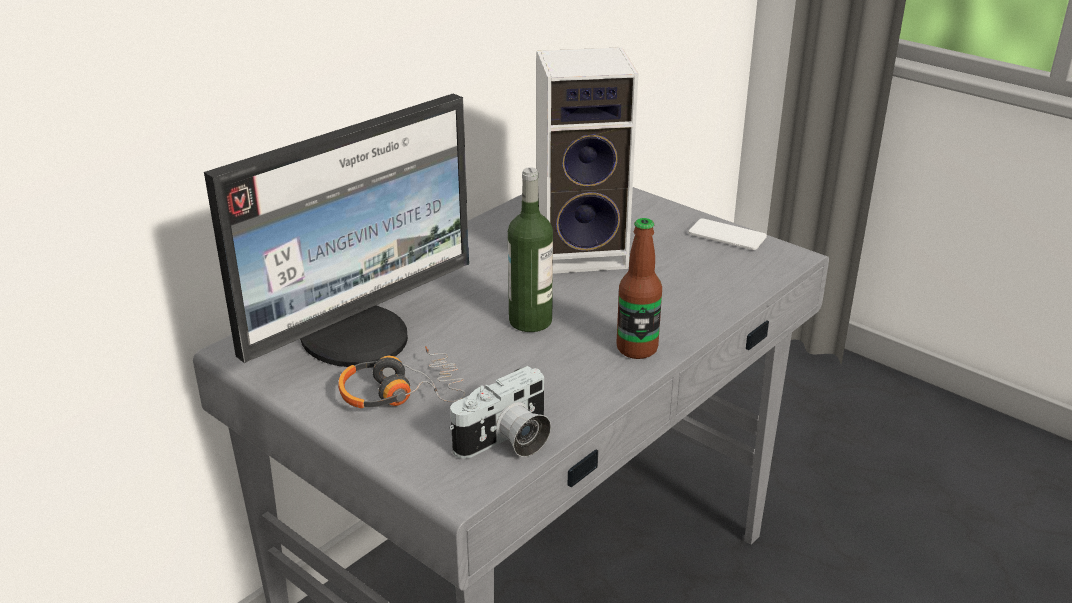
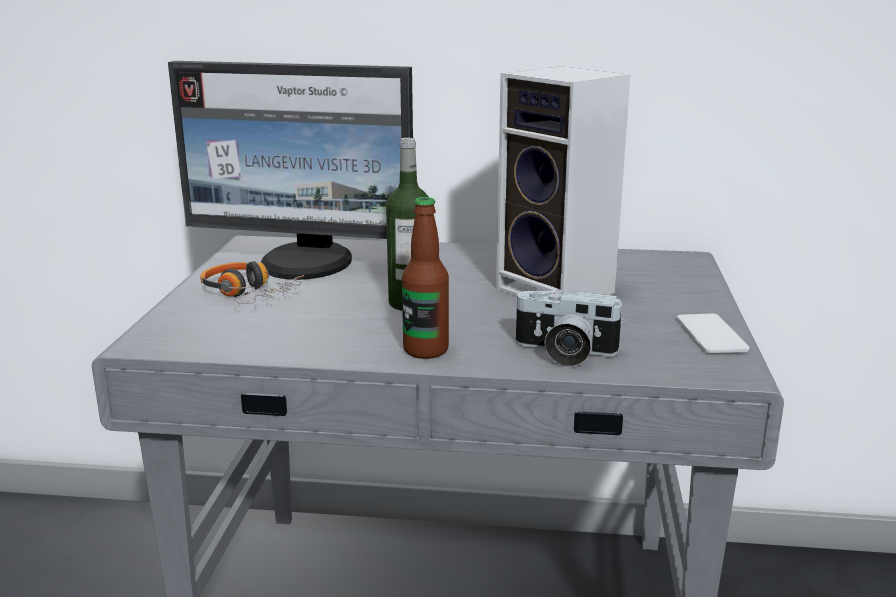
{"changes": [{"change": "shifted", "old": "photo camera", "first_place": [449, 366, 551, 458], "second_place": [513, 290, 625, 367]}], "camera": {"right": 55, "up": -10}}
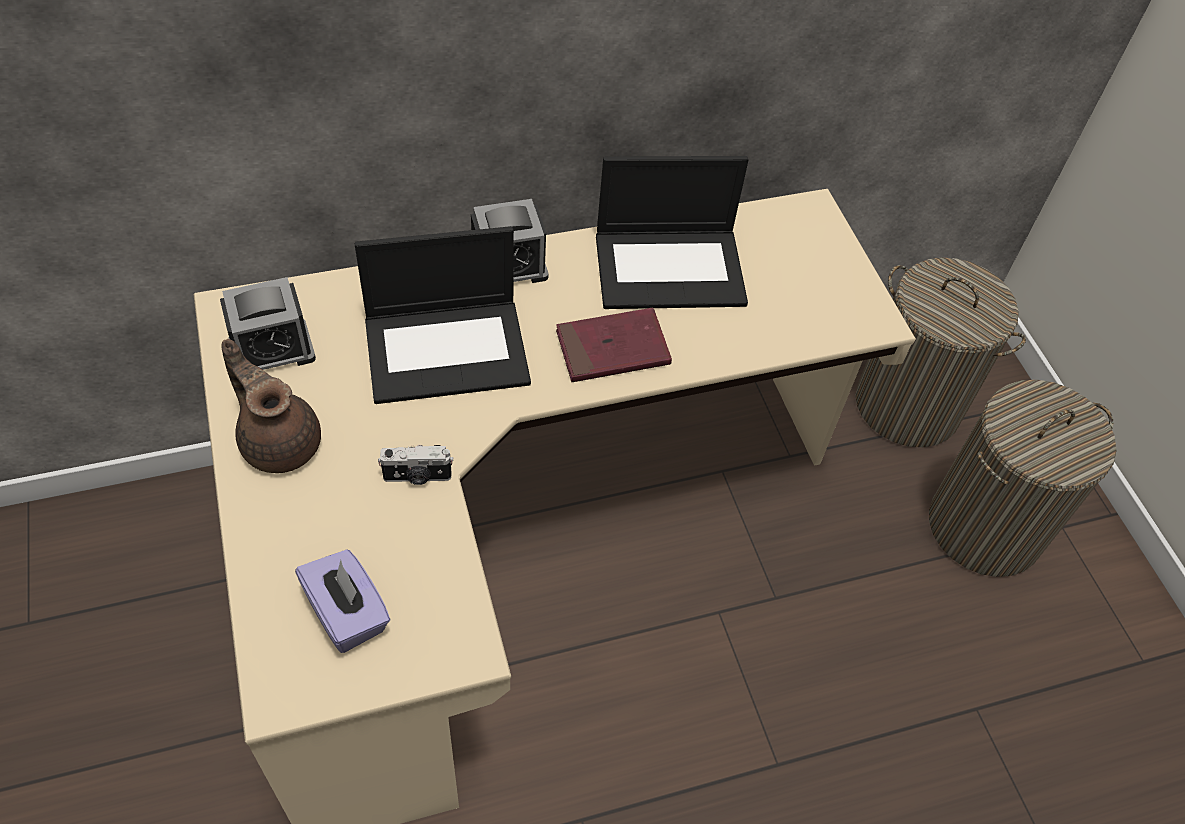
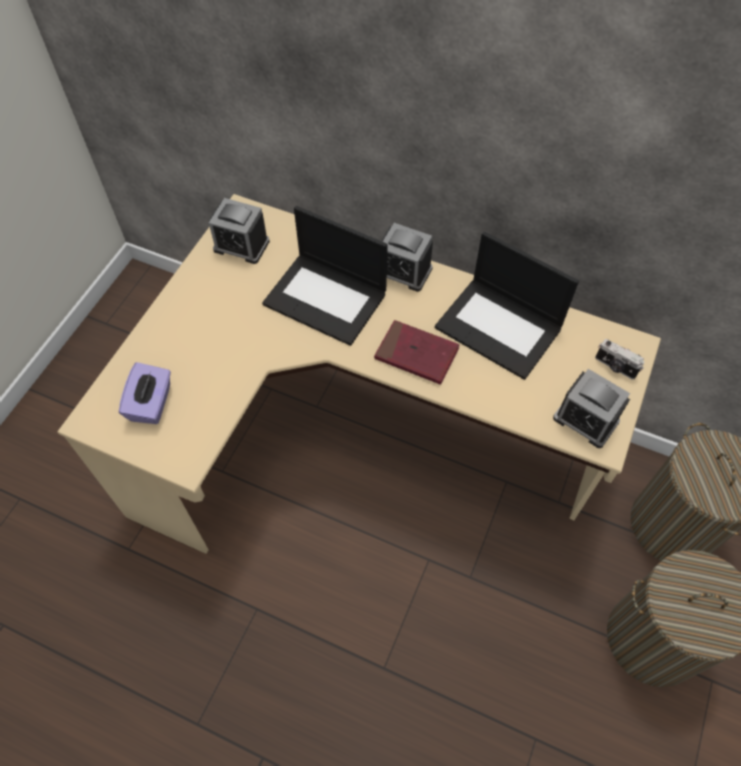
{"changes": [{"change": "new", "new": "table clock", "second_place": [553, 369, 630, 448]}, {"change": "shifted", "old": "photo camera", "first_place": [378, 445, 453, 485], "second_place": [595, 339, 644, 379]}, {"change": "gone", "old": "pot for tea/brown-coloured", "first_place": [221, 339, 321, 473]}], "camera": {"right": 45, "up": 5}}
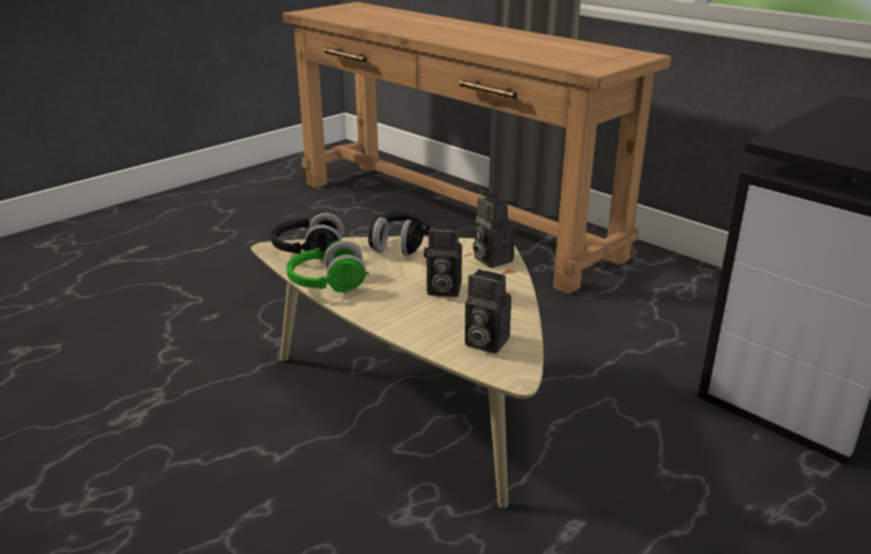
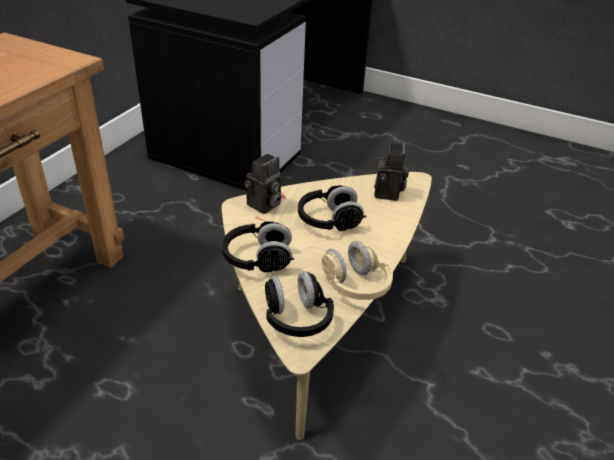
{"changes": [{"change": "swapped", "old": "photo camera", "new": "pair of headphones/black", "first_place": [424, 225, 462, 297], "second_place": [298, 185, 367, 231]}, {"change": "repainted", "old": "pair of headphones/greenish", "new": "pair of headphones/beige", "first_place": [286, 240, 369, 292], "second_place": [322, 241, 393, 300]}], "camera": {"right": -110, "up": 10}}
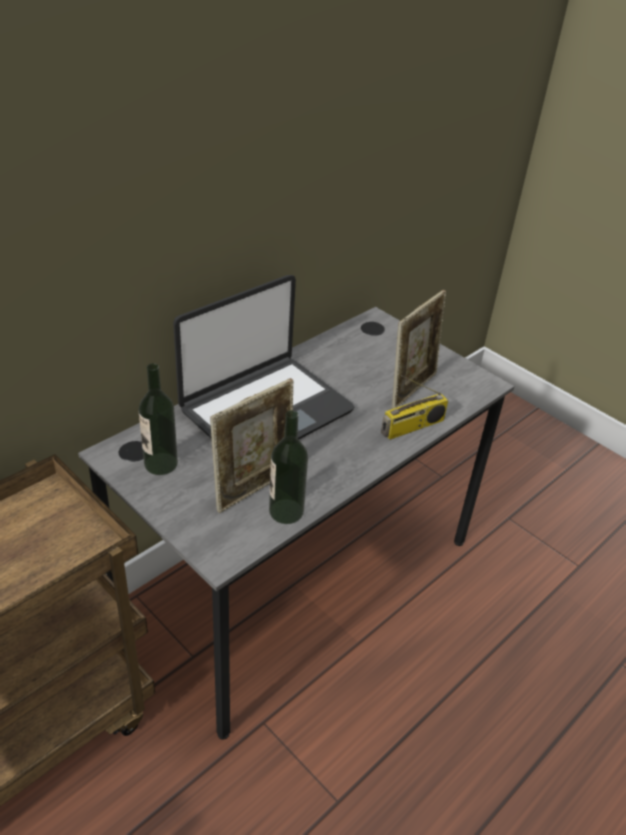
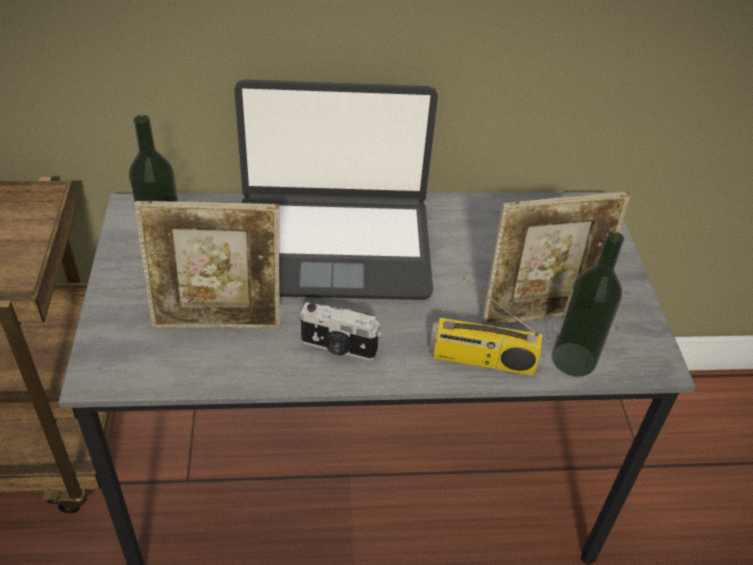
{"changes": [{"change": "new", "new": "photo camera", "second_place": [299, 302, 381, 361]}, {"change": "shifted", "old": "beverage bottle", "first_place": [269, 410, 308, 524], "second_place": [552, 231, 624, 377]}], "camera": {"right": 40, "up": 5}}
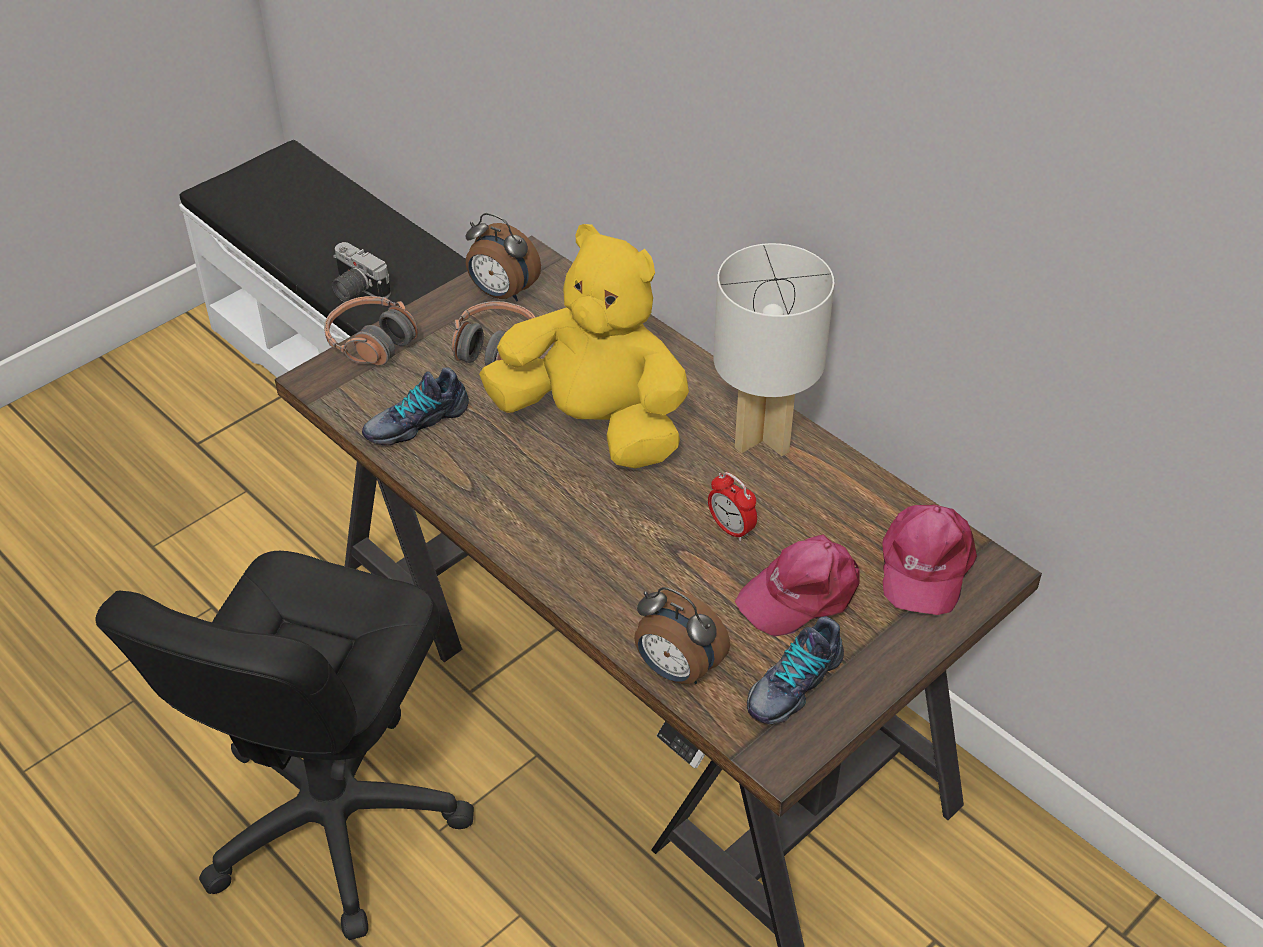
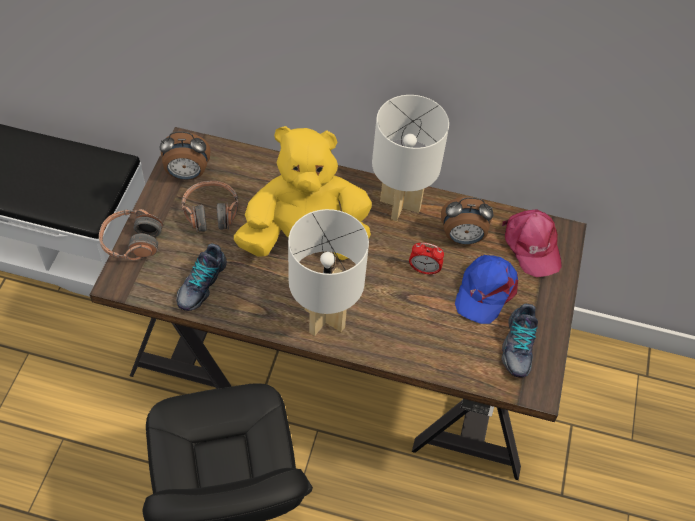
{"changes": [{"change": "new", "new": "table lamp/whitish", "second_place": [288, 209, 369, 336]}, {"change": "shifted", "old": "table clock", "first_place": [634, 587, 730, 684], "second_place": [441, 197, 494, 244]}, {"change": "repainted", "old": "baseball cap/pink", "new": "baseball cap/bluish", "first_place": [735, 535, 860, 637], "second_place": [455, 255, 518, 324]}, {"change": "gone", "old": "photo camera", "first_place": [332, 242, 391, 302]}], "camera": {"right": -35, "up": 10}}
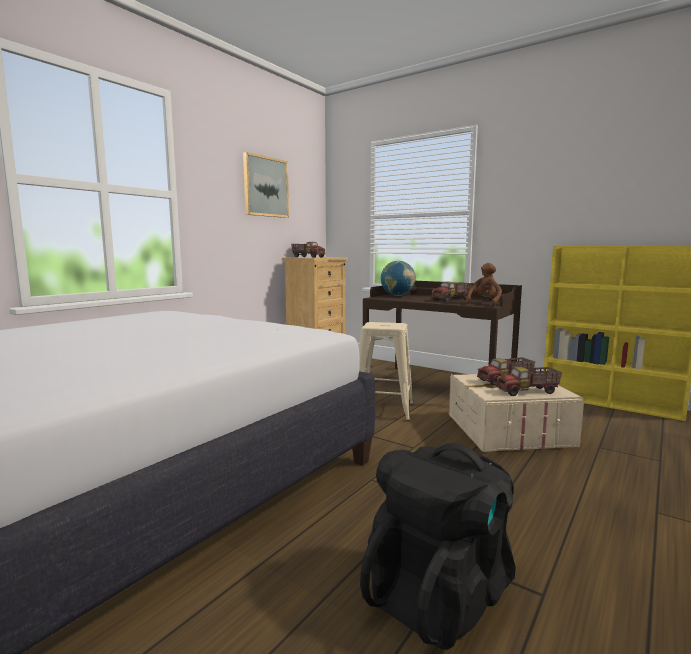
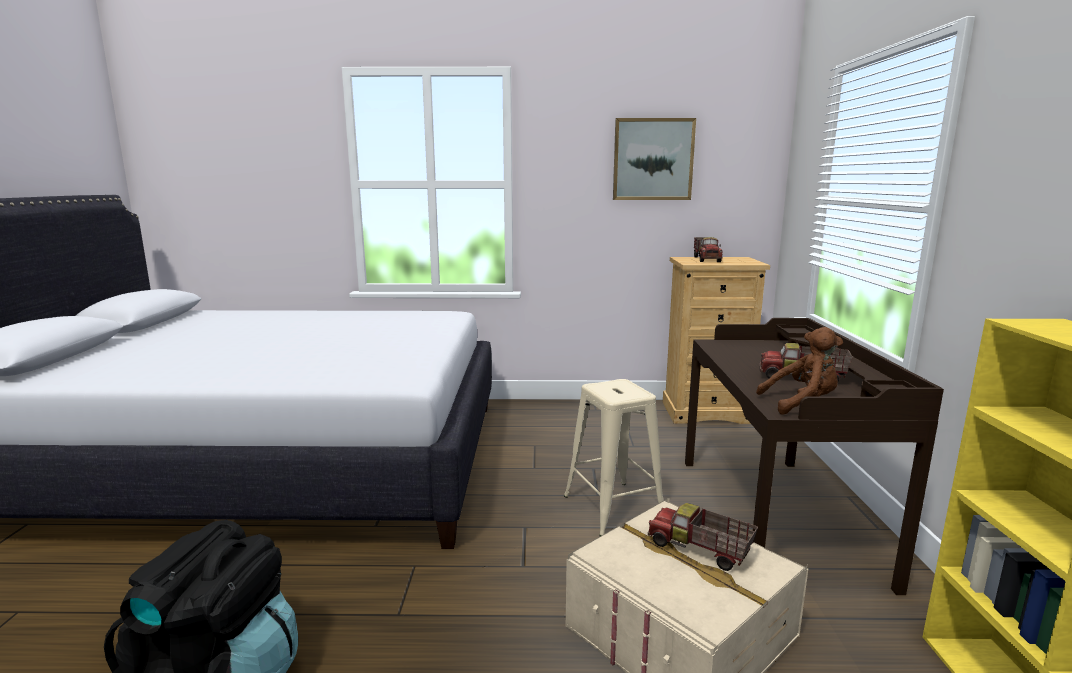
{"changes": [{"change": "gone", "old": "world globe", "first_place": [381, 261, 416, 296]}, {"change": "gone", "old": "toy truck", "first_place": [496, 367, 562, 396]}], "camera": {"right": 55, "up": 5}}
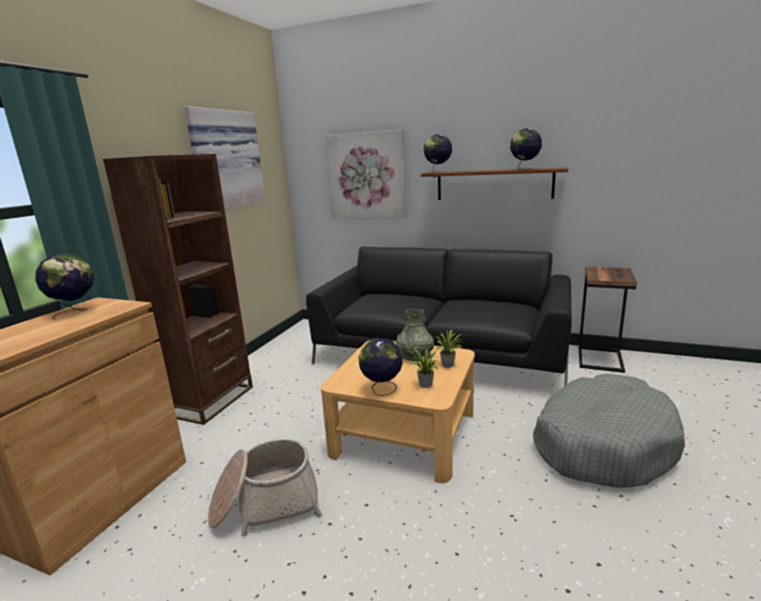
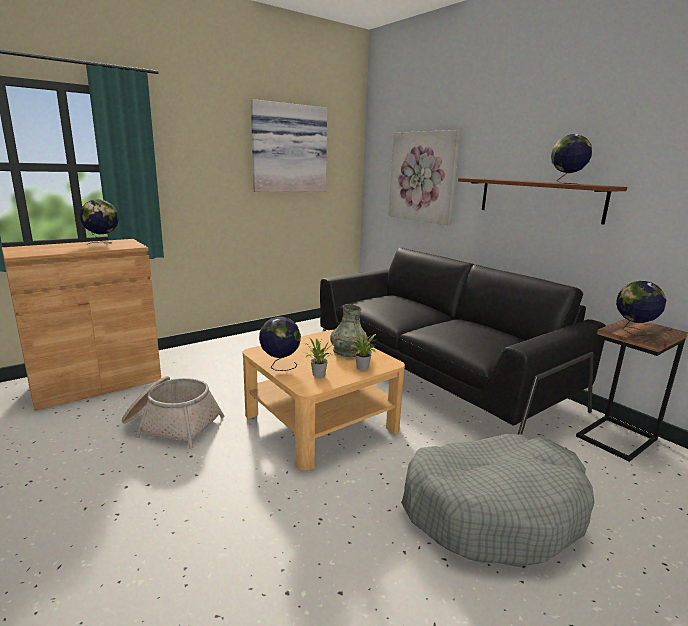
{"changes": [{"change": "shifted", "old": "world globe", "first_place": [424, 134, 452, 173], "second_place": [616, 281, 666, 336]}, {"change": "gone", "old": "bookshelf/brown-coloured", "first_place": [103, 154, 253, 425]}], "camera": {"right": 30, "up": 0}}
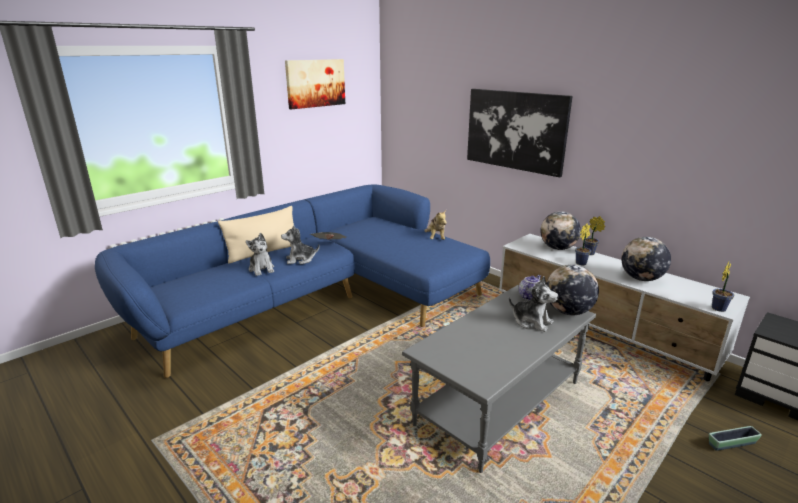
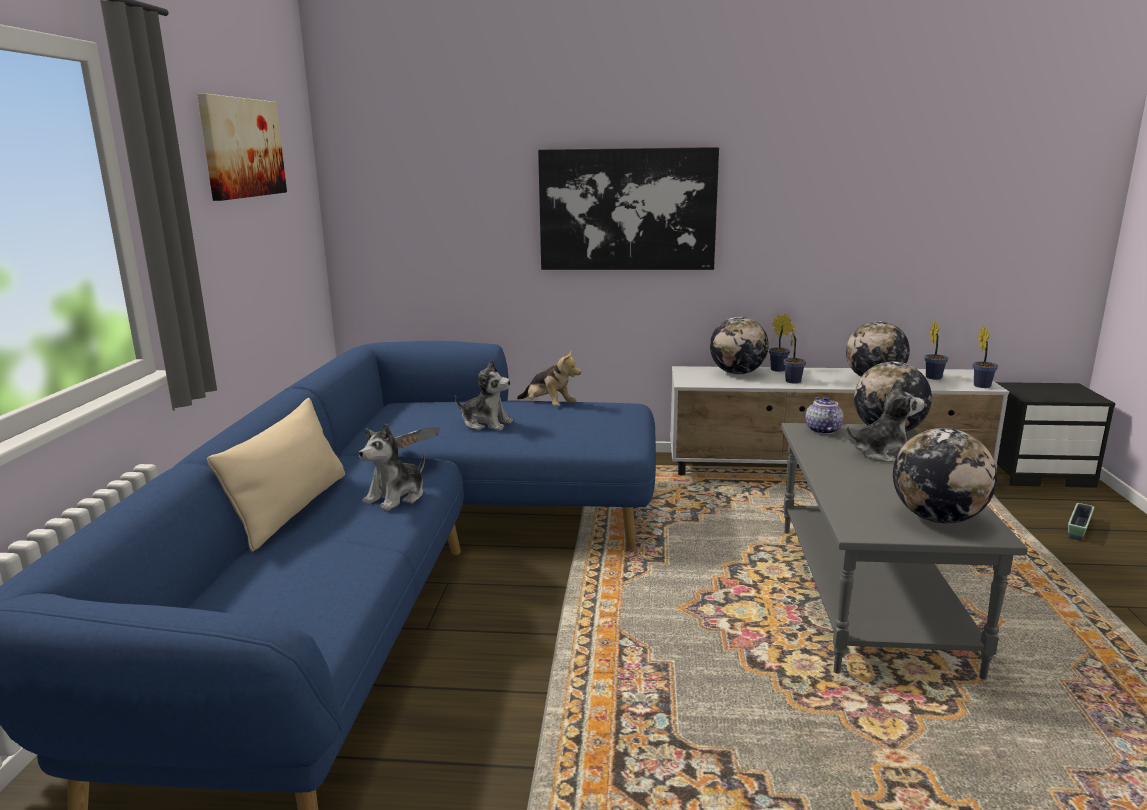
{"changes": [{"change": "shifted", "old": "soft toy", "first_place": [246, 233, 274, 276], "second_place": [455, 360, 513, 430]}, {"change": "new", "new": "world globe", "second_place": [893, 428, 997, 523]}, {"change": "new", "new": "houseplant", "second_place": [925, 319, 948, 380]}], "camera": {"right": -40, "up": -5}}
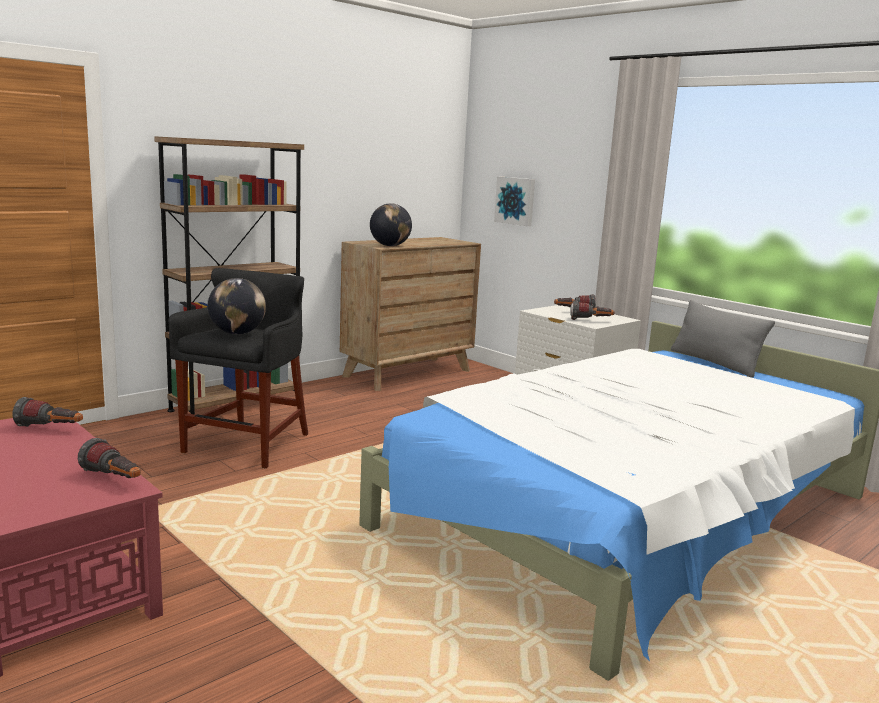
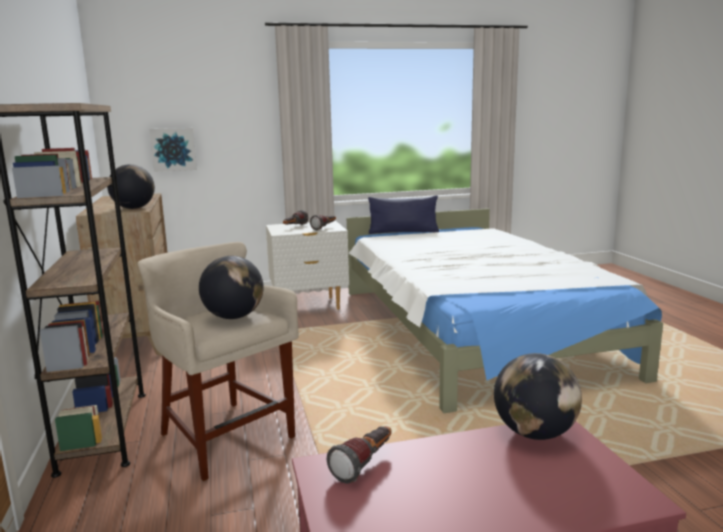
{"changes": [{"change": "repainted", "old": "stool/black", "new": "stool/beige", "first_place": [168, 268, 308, 469], "second_place": [138, 242, 299, 481]}, {"change": "repainted", "old": "throw pillow/gray", "new": "throw pillow/bluish", "first_place": [671, 300, 775, 378], "second_place": [368, 195, 439, 234]}, {"change": "swapped", "old": "torch", "new": "world globe", "first_place": [78, 438, 141, 478], "second_place": [494, 353, 582, 440]}], "camera": {"right": -60, "up": 0}}
